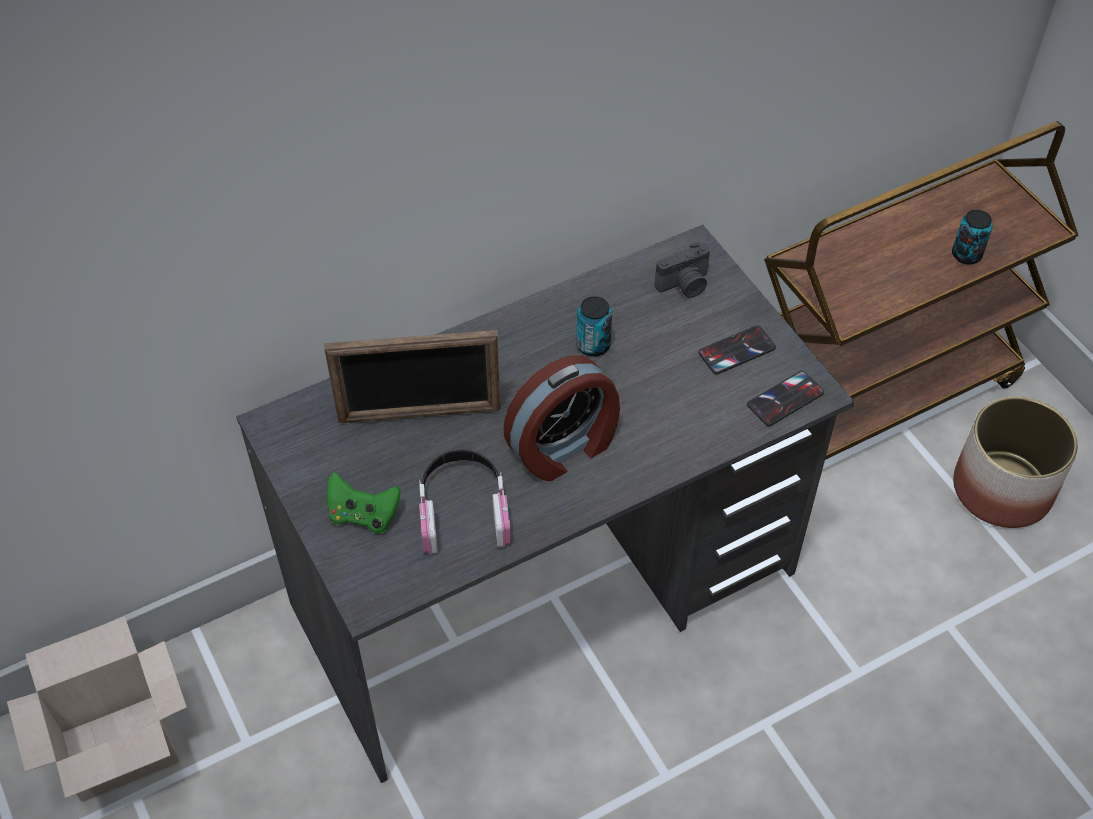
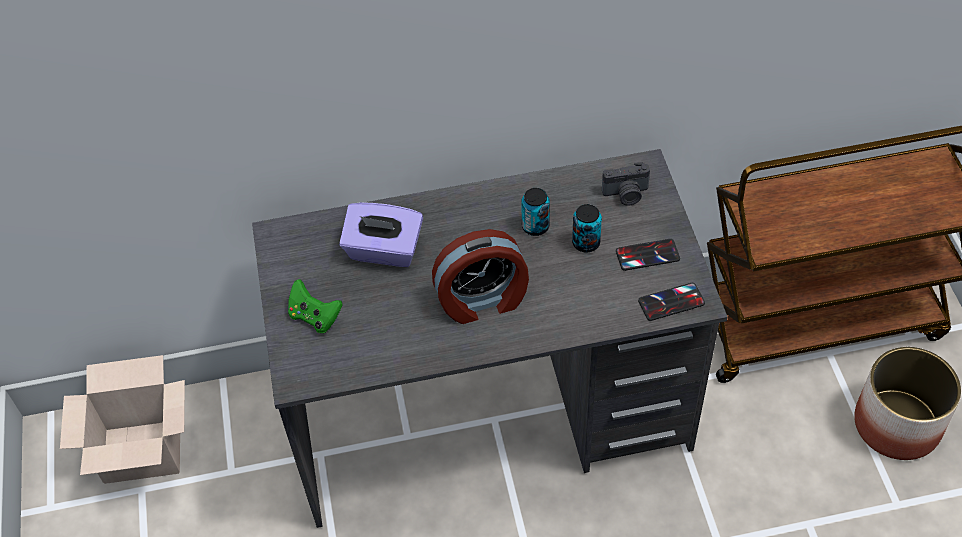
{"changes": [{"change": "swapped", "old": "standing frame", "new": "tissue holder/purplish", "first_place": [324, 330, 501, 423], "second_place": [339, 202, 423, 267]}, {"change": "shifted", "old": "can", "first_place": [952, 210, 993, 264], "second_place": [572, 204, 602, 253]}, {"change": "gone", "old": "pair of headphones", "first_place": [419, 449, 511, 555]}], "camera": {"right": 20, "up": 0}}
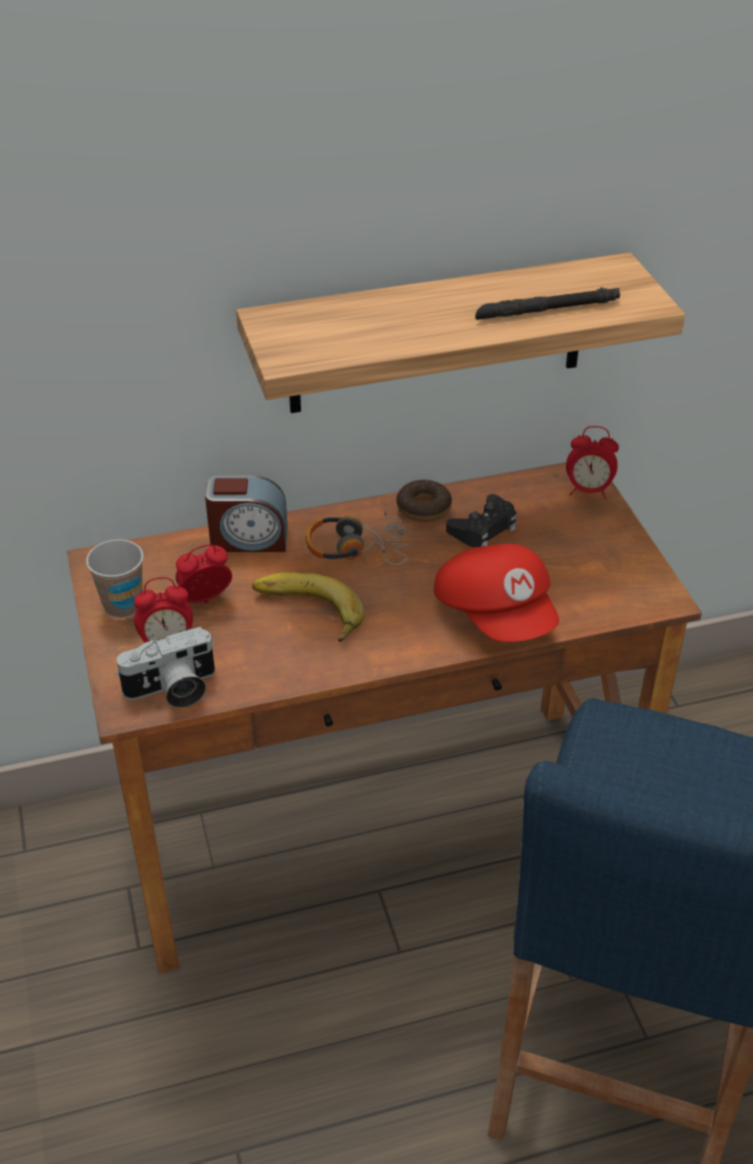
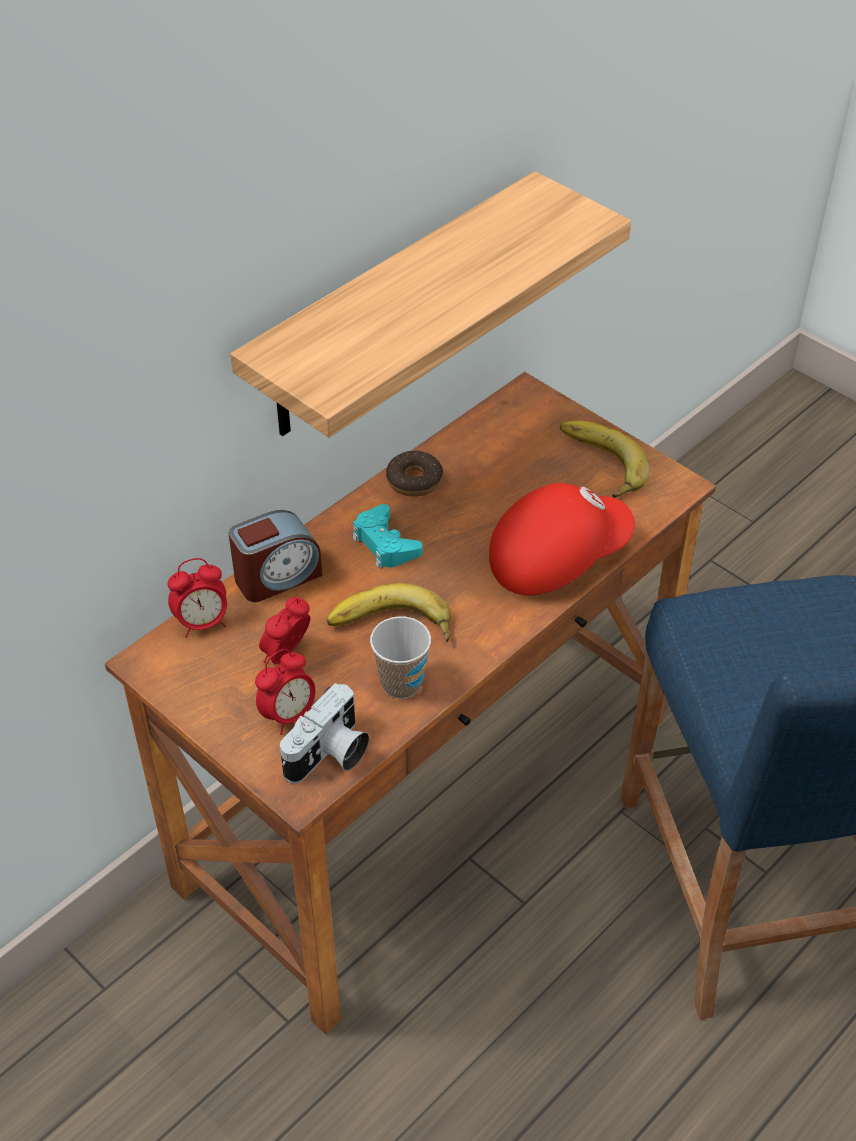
{"changes": [{"change": "shifted", "old": "table clock", "first_place": [566, 426, 619, 499], "second_place": [168, 558, 227, 638]}, {"change": "swapped", "old": "pair of headphones", "new": "joypad/turquoise-coloured", "first_place": [306, 509, 409, 565], "second_place": [353, 504, 422, 568]}, {"change": "shifted", "old": "drinking cup", "first_place": [86, 539, 144, 618], "second_place": [370, 616, 431, 699]}, {"change": "rotated", "old": "baseball cap/red", "first_place": [434, 544, 559, 642], "second_place": [489, 483, 635, 595], "degrees": -60}, {"change": "new", "new": "whole banana", "second_place": [560, 421, 649, 498]}, {"change": "gone", "old": "joypad/black", "first_place": [446, 494, 517, 547]}, {"change": "gone", "old": "torch/black", "first_place": [475, 287, 620, 320]}], "camera": {"right": -30, "up": 5}}
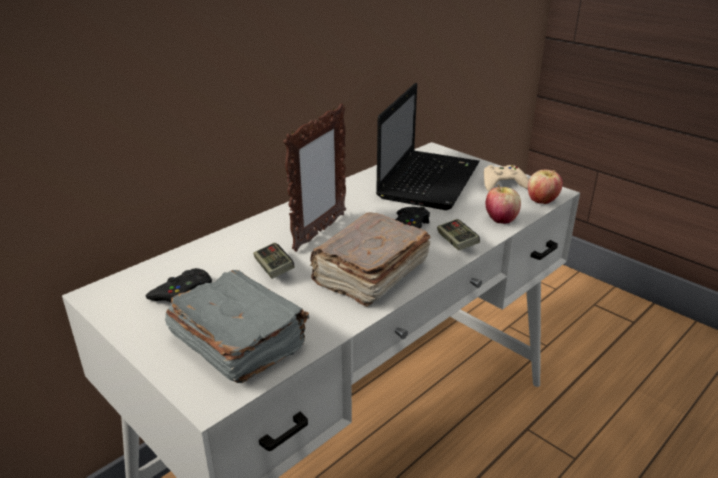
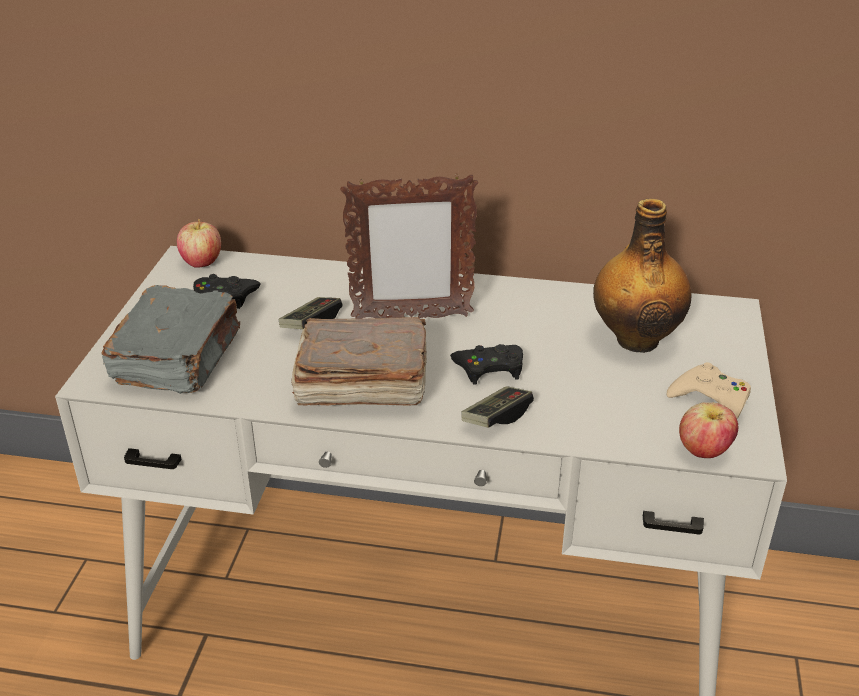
{"changes": [{"change": "shifted", "old": "apple fruit", "first_place": [485, 185, 521, 224], "second_place": [177, 219, 221, 268]}, {"change": "swapped", "old": "notebook computer", "new": "beverage bottle", "first_place": [376, 83, 480, 210], "second_place": [593, 198, 692, 353]}], "camera": {"right": 55, "up": 5}}
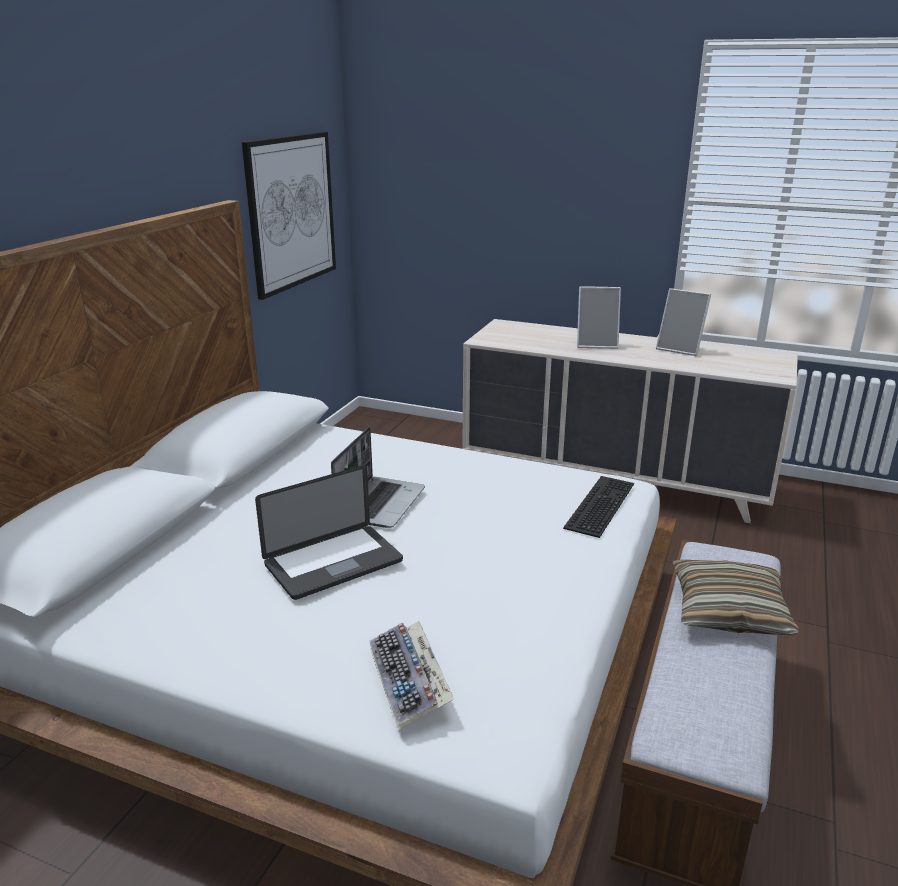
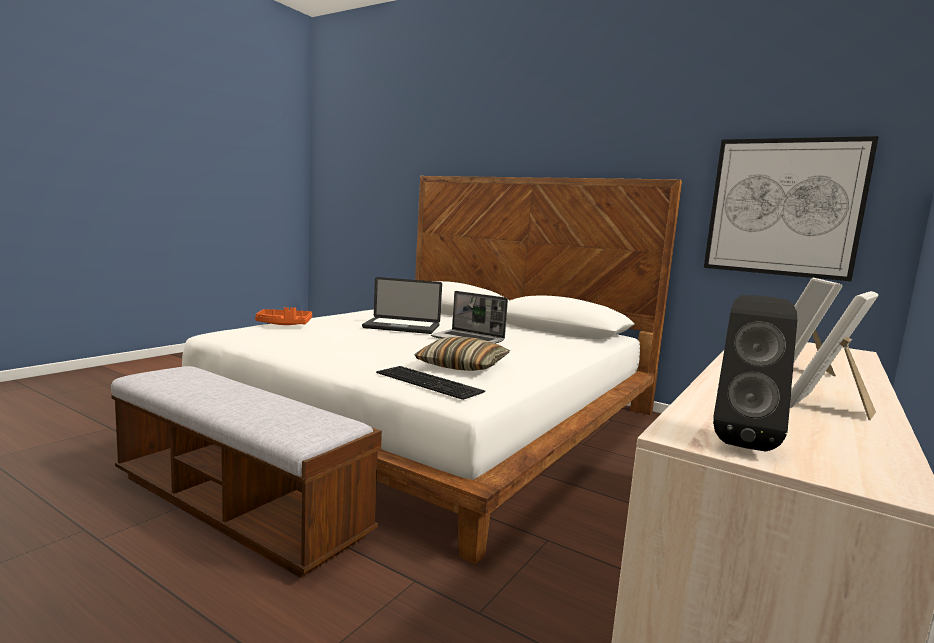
{"changes": [{"change": "swapped", "old": "computer keyboard", "new": "tray/orange", "first_place": [370, 621, 454, 731], "second_place": [255, 307, 312, 325]}, {"change": "rotated", "old": "notebook computer", "first_place": [255, 465, 403, 600], "second_place": [362, 277, 442, 334], "degrees": -60}, {"change": "shifted", "old": "throw pillow", "first_place": [672, 560, 799, 635], "second_place": [414, 337, 510, 371]}, {"change": "new", "new": "speaker/black", "second_place": [713, 295, 797, 452]}], "camera": {"right": 100, "up": -15}}
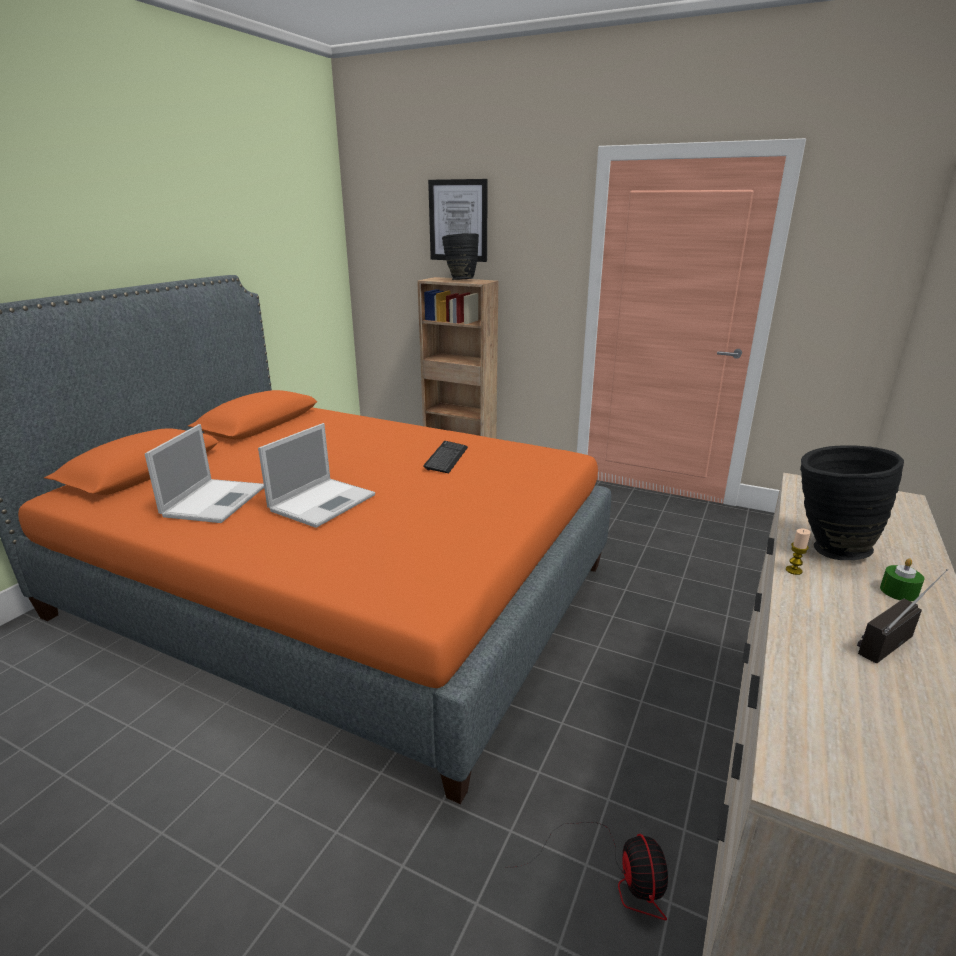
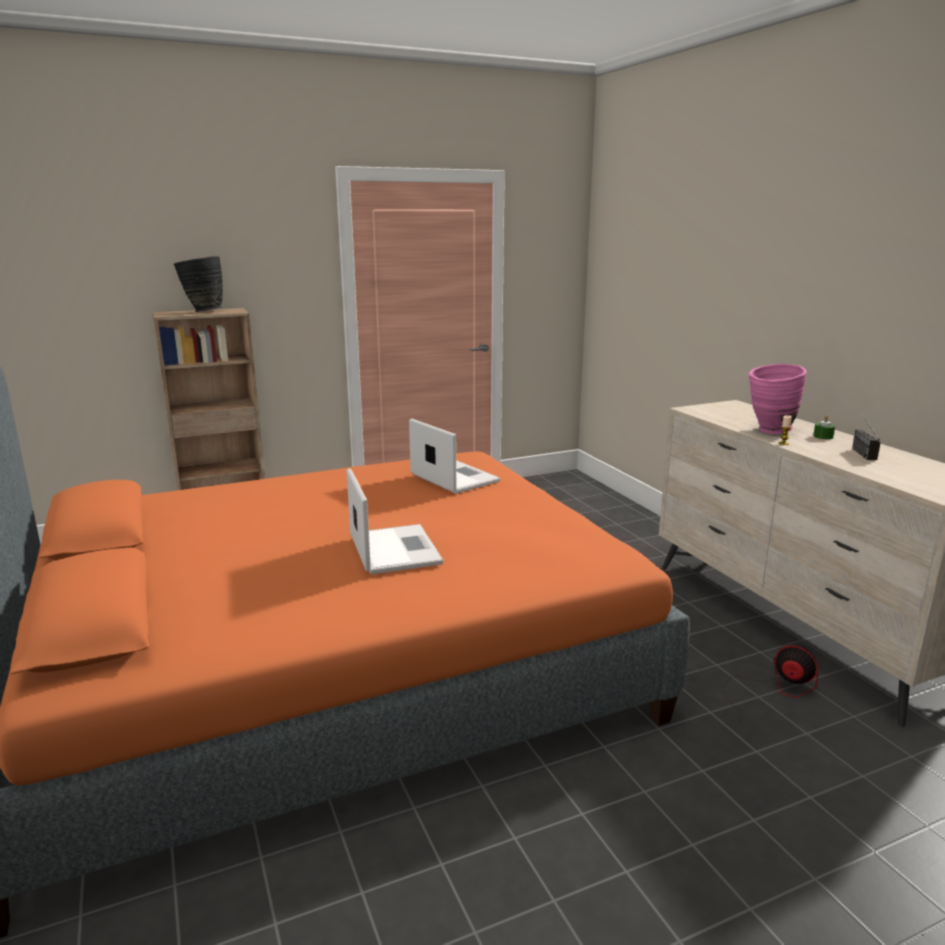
{"changes": [{"change": "shifted", "old": "notebook computer", "first_place": [145, 424, 264, 523], "second_place": [409, 419, 501, 494]}, {"change": "repainted", "old": "vase/black", "new": "vase/pink", "first_place": [800, 445, 904, 560], "second_place": [749, 364, 807, 434]}, {"change": "gone", "old": "computer keyboard", "first_place": [423, 441, 468, 473]}, {"change": "gone", "old": "wall picture", "first_place": [428, 179, 488, 262]}], "camera": {"right": -50, "up": -5}}
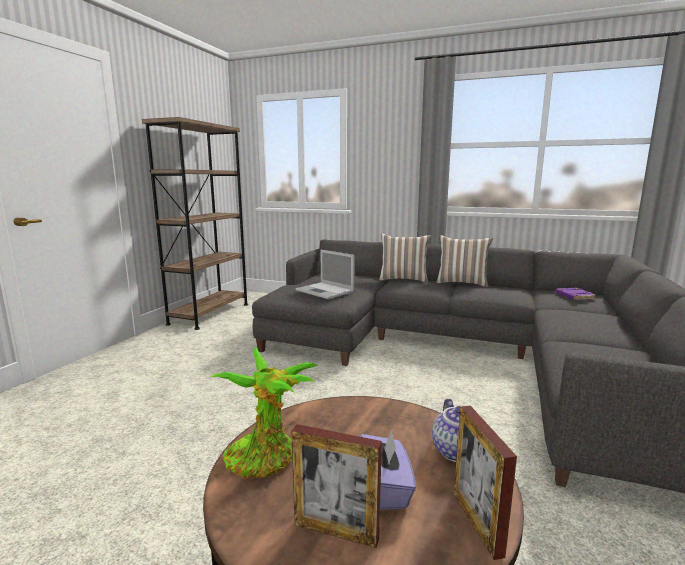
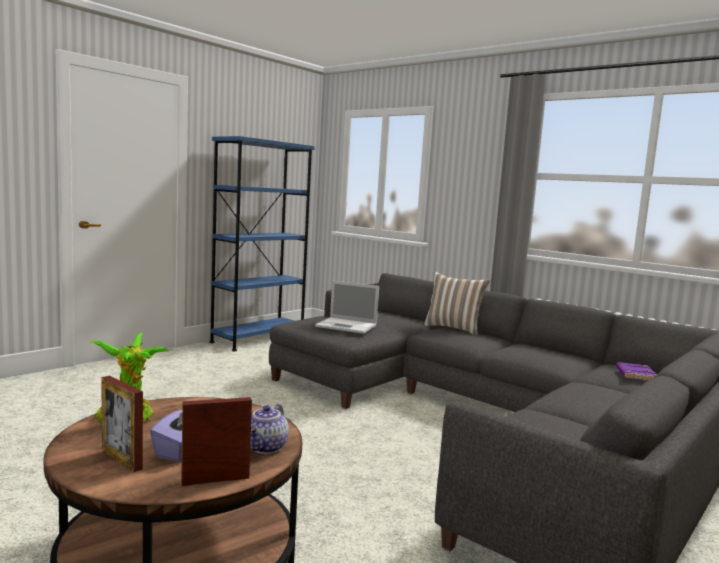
{"changes": [{"change": "rotated", "old": "standing frame", "first_place": [454, 406, 517, 560], "second_place": [181, 397, 252, 486], "degrees": 60}, {"change": "repainted", "old": "bookshelf/brown-coloured", "new": "bookshelf/bluish", "first_place": [142, 117, 248, 330], "second_place": [209, 136, 315, 351]}, {"change": "rotated", "old": "notebook computer", "first_place": [295, 250, 354, 299], "second_place": [315, 281, 379, 334], "degrees": -45}, {"change": "gone", "old": "throw pillow", "first_place": [436, 235, 493, 287]}], "camera": {"right": 20, "up": -5}}
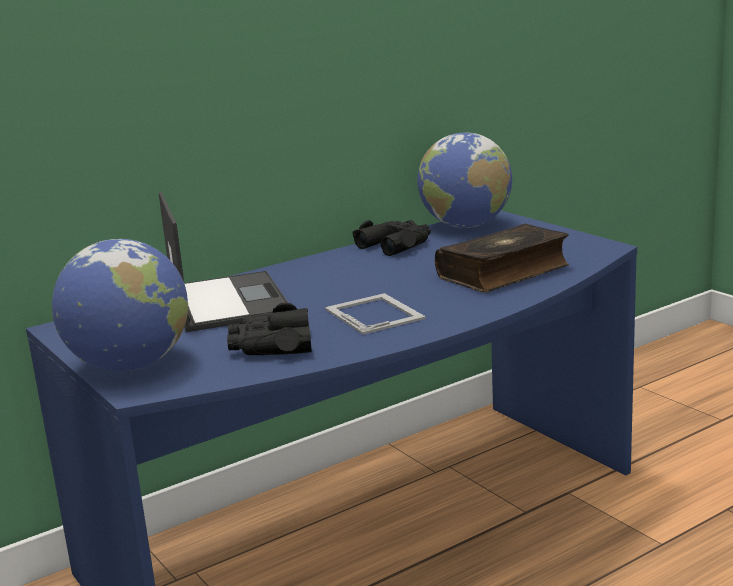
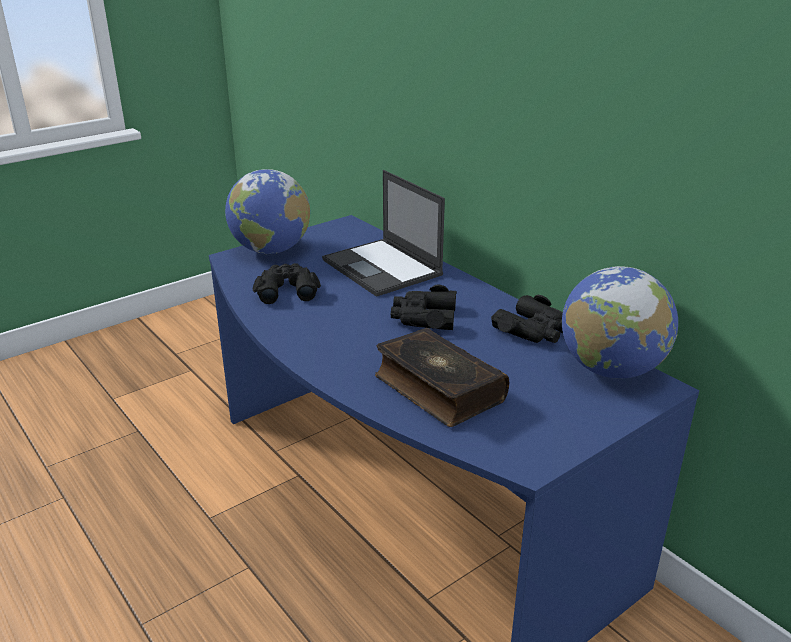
{"changes": [{"change": "rotated", "old": "notebook computer", "first_place": [159, 192, 288, 332], "second_place": [322, 170, 445, 297], "degrees": 75}, {"change": "new", "new": "binoculars/black", "second_place": [391, 285, 457, 330]}, {"change": "gone", "old": "standing frame", "first_place": [325, 293, 426, 335]}], "camera": {"right": 85, "up": 10}}
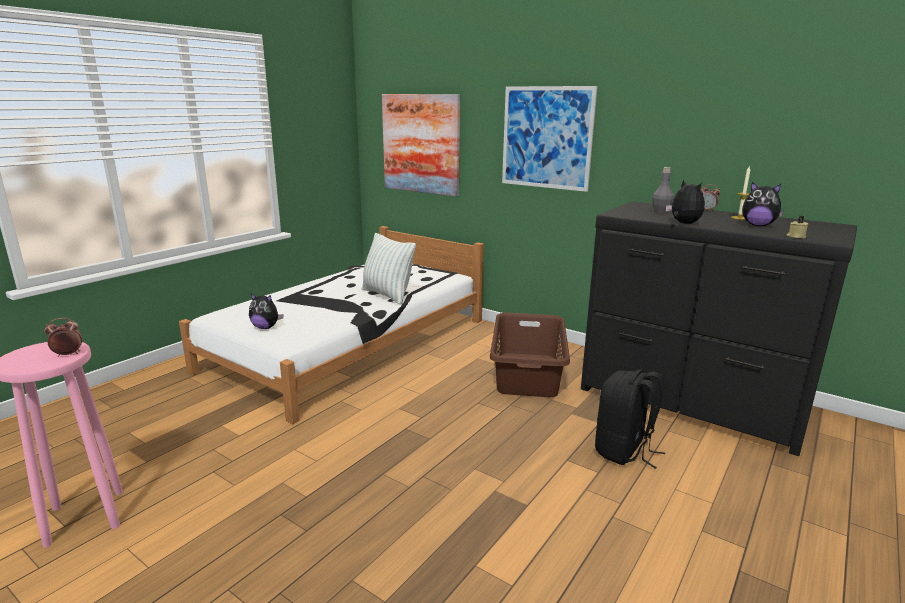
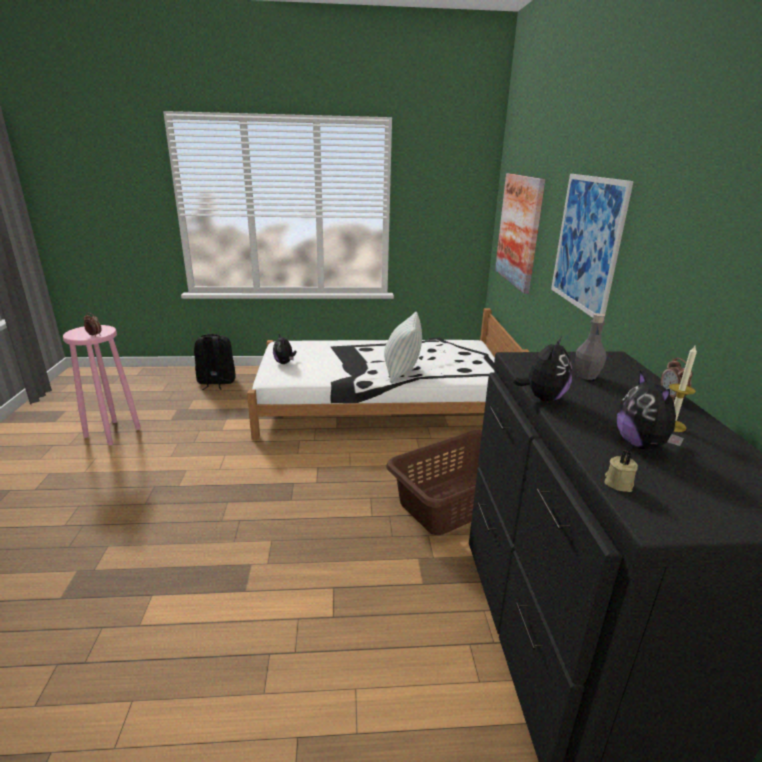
{"changes": [{"change": "shifted", "old": "rucksack/black", "first_place": [595, 369, 665, 469], "second_place": [194, 334, 236, 390]}], "camera": {"right": 50, "up": 5}}
